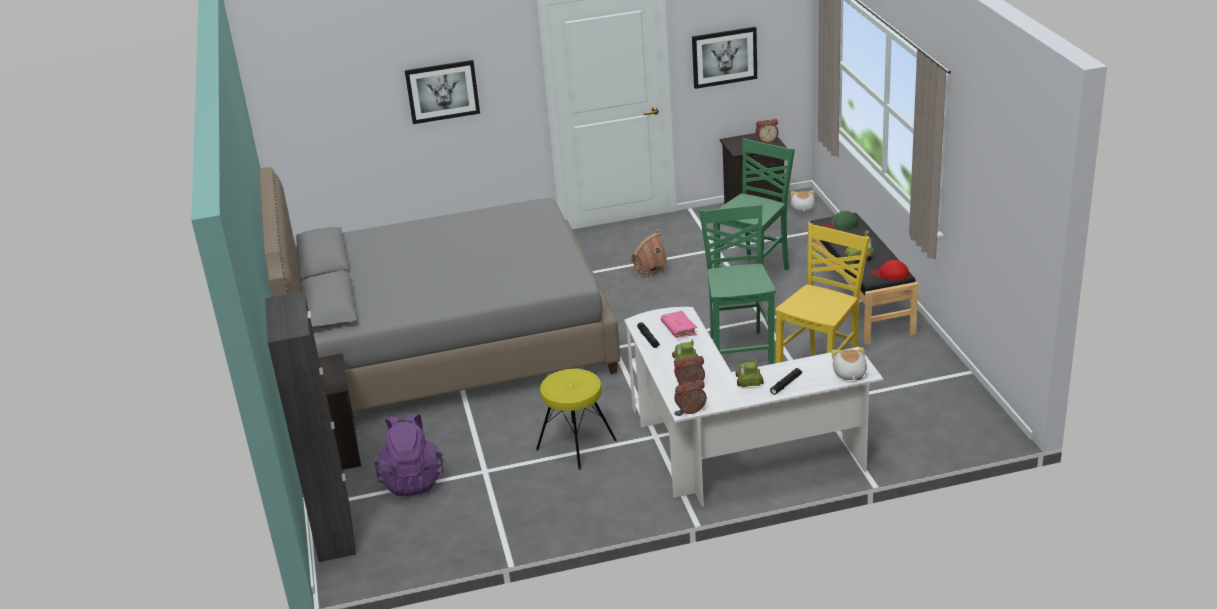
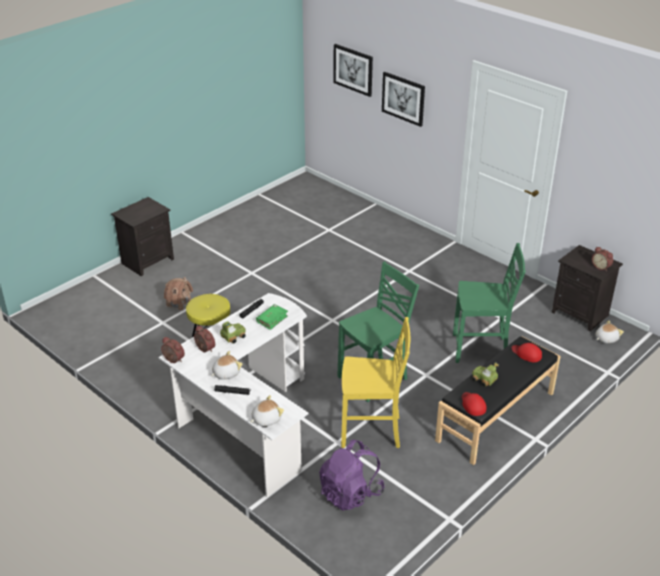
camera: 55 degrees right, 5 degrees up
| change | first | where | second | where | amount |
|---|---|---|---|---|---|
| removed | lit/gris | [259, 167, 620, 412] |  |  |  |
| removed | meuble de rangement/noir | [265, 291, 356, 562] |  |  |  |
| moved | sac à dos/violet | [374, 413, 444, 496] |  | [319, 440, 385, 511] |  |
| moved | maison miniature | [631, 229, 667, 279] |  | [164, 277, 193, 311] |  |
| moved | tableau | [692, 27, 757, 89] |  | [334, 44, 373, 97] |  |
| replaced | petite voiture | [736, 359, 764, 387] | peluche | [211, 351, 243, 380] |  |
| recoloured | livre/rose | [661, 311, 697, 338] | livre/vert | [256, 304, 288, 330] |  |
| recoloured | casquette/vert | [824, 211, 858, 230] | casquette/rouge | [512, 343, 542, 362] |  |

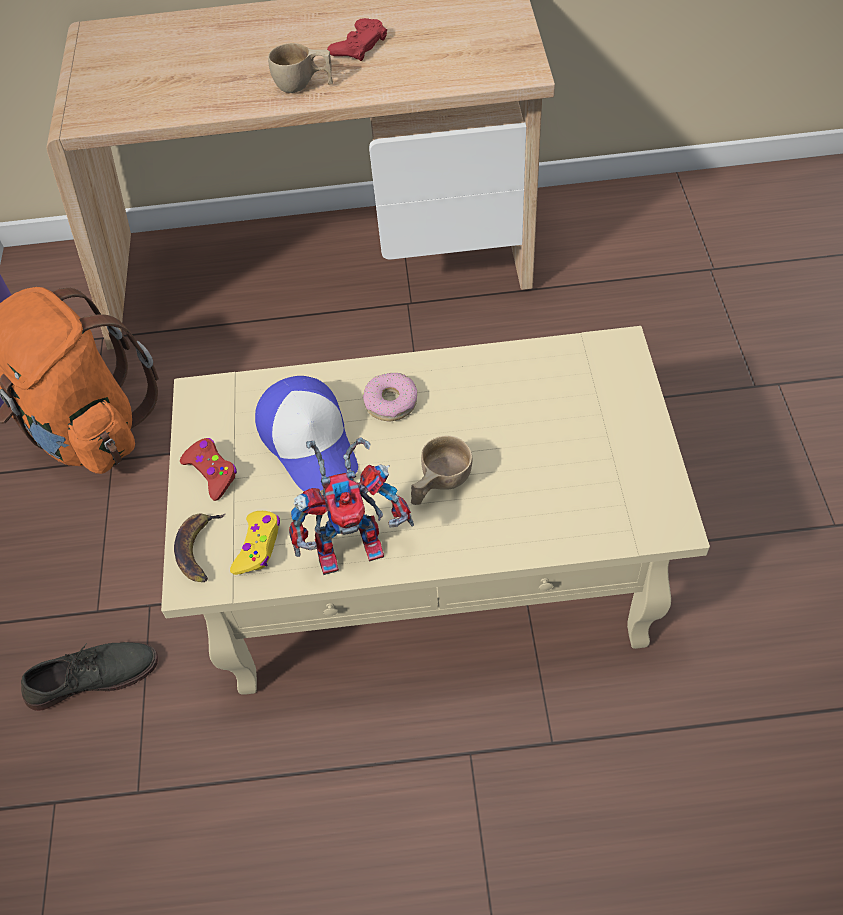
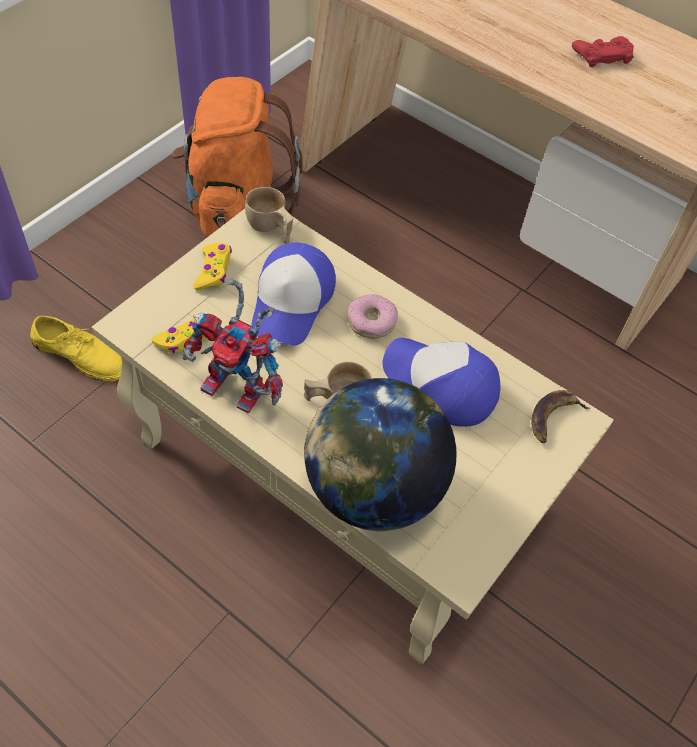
camera: 35 degrees right, 0 degrees up
| change | first | where | second | where | amount |
|---|---|---|---|---|---|
| added |  |  | globe | [304, 378, 457, 531] |  |
| added |  |  | casquette | [382, 338, 500, 427] |  |
| moved | banane | [174, 513, 226, 582] |  | [532, 390, 590, 443] |  |
| moved | tasse/beige | [268, 43, 333, 93] |  | [245, 187, 293, 244] |  |
| recoloured | chaussure/gris | [21, 642, 158, 711] | chaussure/jaune | [30, 316, 122, 381] |  |
| recoloured | manette/rouge | [180, 438, 237, 501] | manette/jaune | [193, 243, 232, 290] |  |

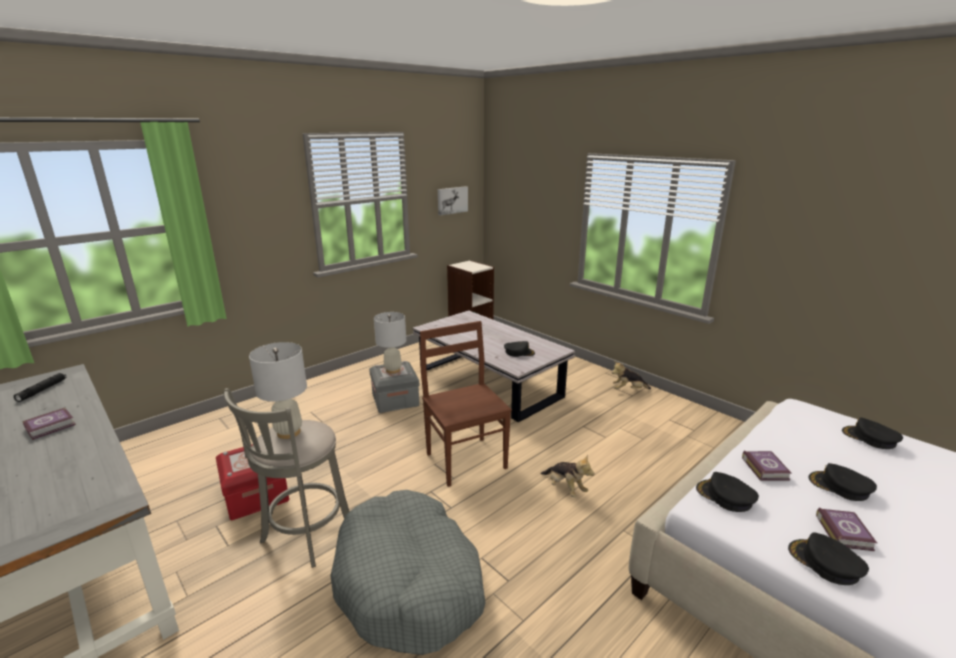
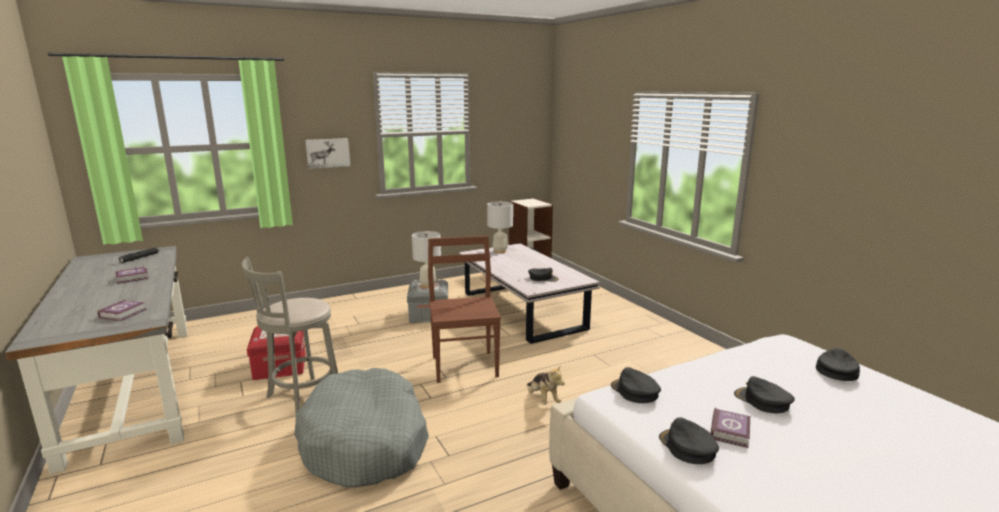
camera: 15 degrees right, 5 degrees down
| change | first | where | second | where | amount |
|---|---|---|---|---|---|
| removed | peluche | [612, 361, 651, 389] |  |  |  |
| moved | lampe de table/blanc | [249, 342, 307, 439] |  | [487, 201, 513, 253] |  |
| moved | tableau | [438, 186, 468, 215] |  | [305, 138, 350, 169] |  |
| moved | livre | [742, 451, 791, 481] |  | [97, 300, 147, 321] |  |
| turned | casquette/noir | [842, 417, 903, 449] |  | [816, 348, 860, 381] | 60 degrees clockwise |

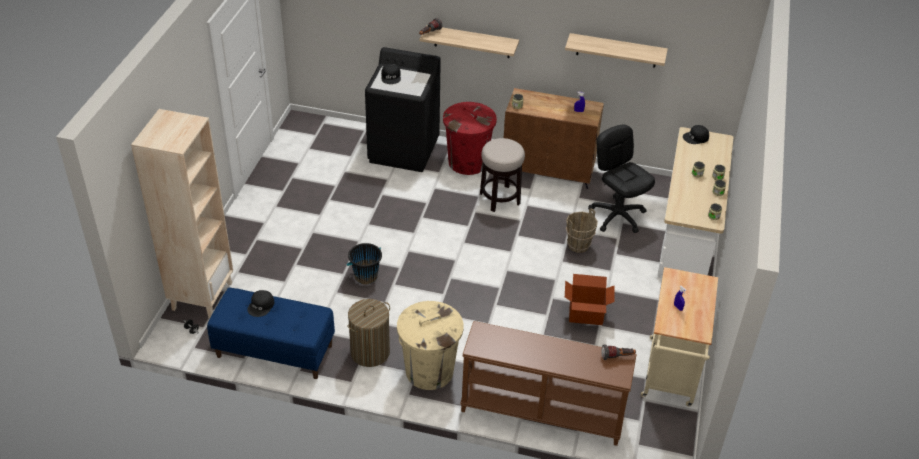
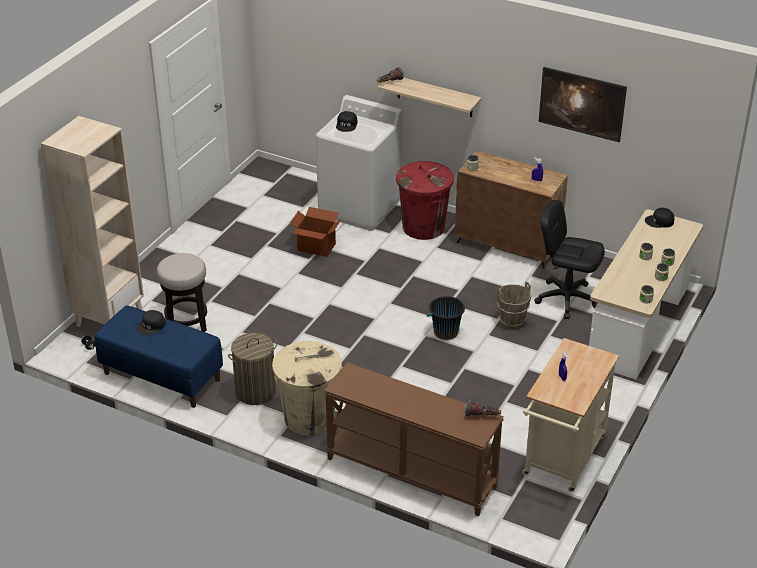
camera: 15 degrees right, 5 degrees down
| change | first | where | second | where | amount |
|---|---|---|---|---|---|
| moved | seau/noir | [347, 243, 382, 284] |  | [427, 296, 465, 340] |  |
| moved | tabouret | [480, 138, 525, 212] |  | [156, 253, 207, 332] |  |
| moved | carton | [565, 274, 615, 325] |  | [290, 207, 342, 257] |  |
| replaced | étagère | [565, 33, 668, 68] | tableau | [539, 67, 627, 142] |  |
| recoloured | lave-linge/noir | [365, 47, 441, 172] | lave-linge/blanc | [316, 95, 402, 231] |  |
| turned | chaise de bureau/noir | [588, 124, 655, 233] |  | [534, 200, 605, 319] | 45 degrees counterclockwise |

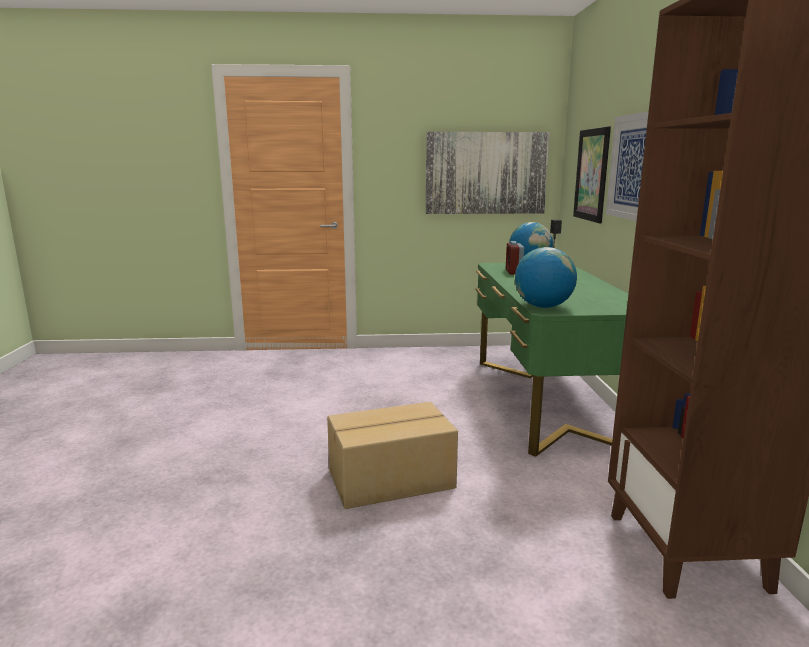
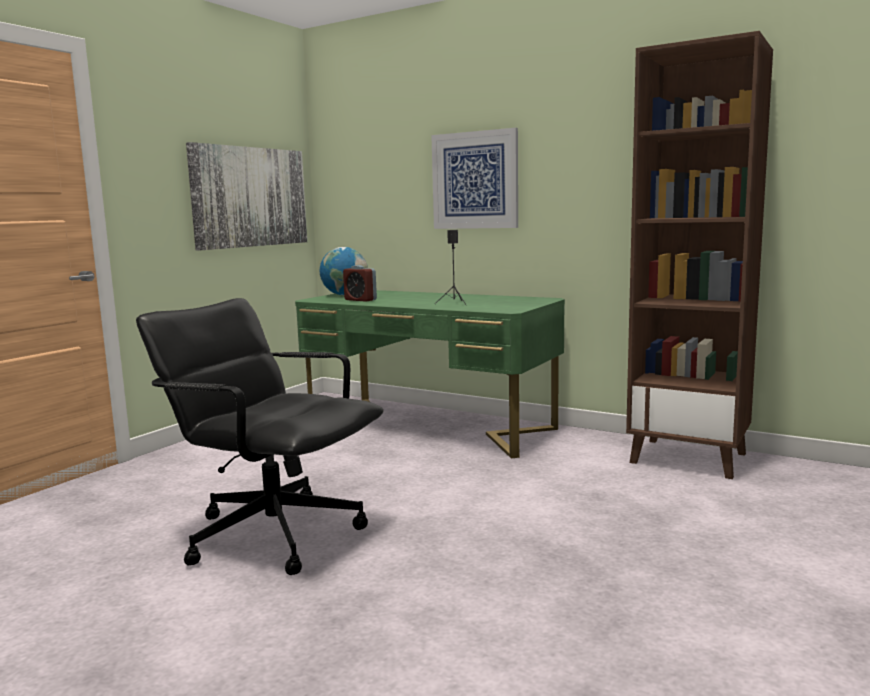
camera: 55 degrees left, 5 degrees down
| change | first | where | second | where | amount |
|---|---|---|---|---|---|
| removed | carton | [327, 402, 458, 509] |  |  |  |
| removed | globe | [515, 247, 577, 308] |  |  |  |
| removed | tableau | [573, 126, 611, 223] |  |  |  |
| added |  |  | chaise de bureau/noir | [136, 298, 384, 575] |  |

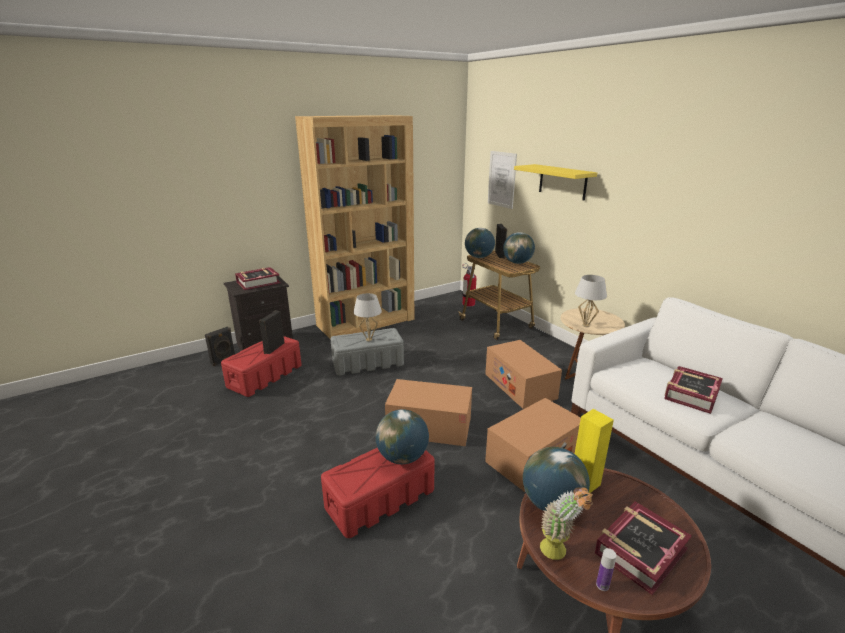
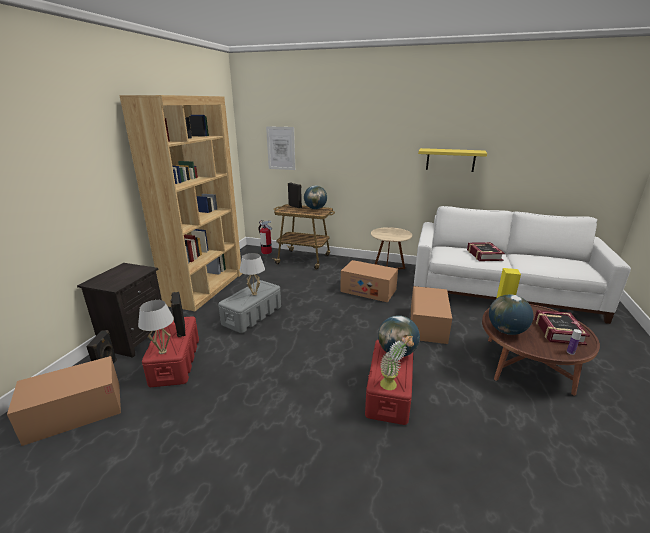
camera: 40 degrees left, 0 degrees up
| change | first | where | second | where | amount |
|---|---|---|---|---|---|
| removed | livre | [235, 267, 280, 290] |  |  |  |
| removed | globe | [465, 228, 495, 258] |  |  |  |
| moved | carton | [385, 379, 472, 446] |  | [7, 356, 121, 446] |  |
| moved | étagère/jaune | [514, 164, 597, 200] |  | [418, 148, 487, 172] |  |
| moved | plante en pot | [540, 487, 593, 560] |  | [380, 335, 414, 390] |  |
| moved | lampe de table/blanc | [575, 275, 607, 327] |  | [138, 300, 174, 354] |  |

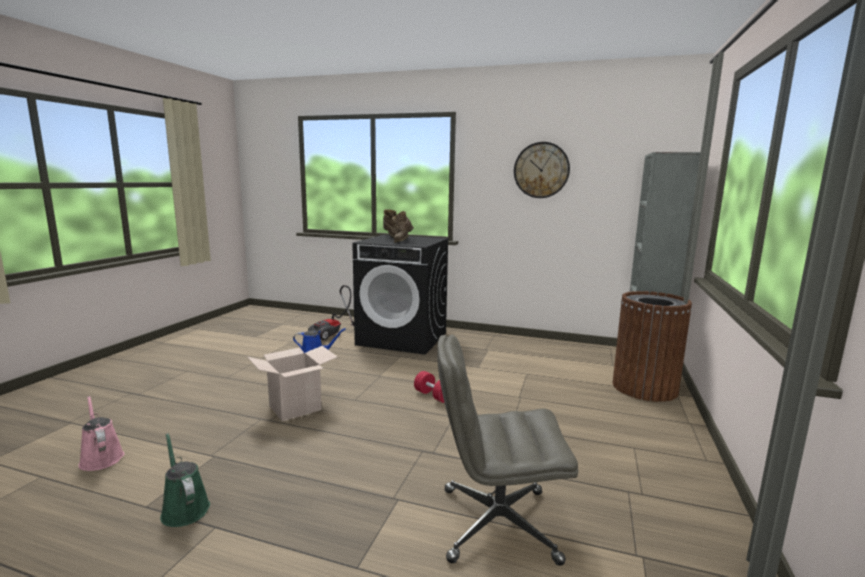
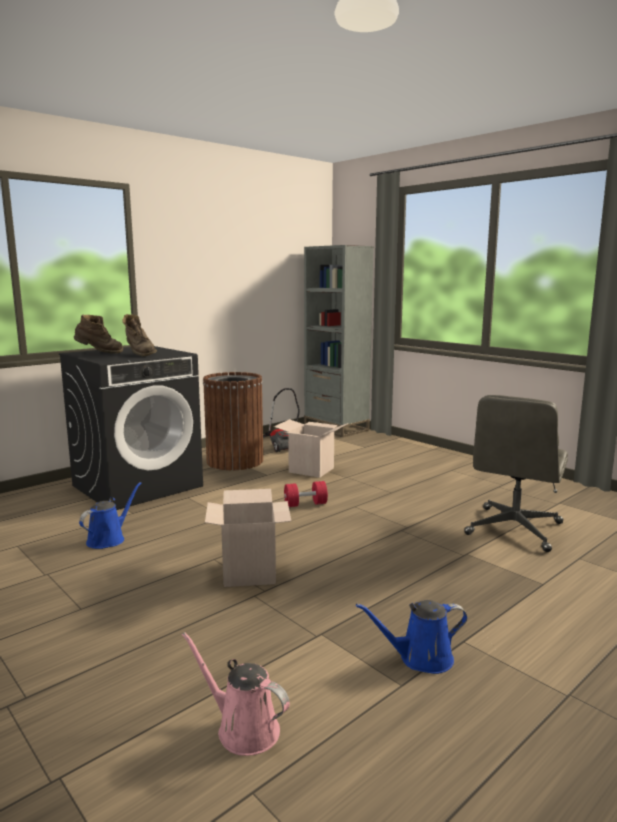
camera: 60 degrees left, 0 degrees up
| change | first | where | second | where | amount |
|---|---|---|---|---|---|
| removed | horloge murale | [514, 142, 570, 198] |  |  |  |
| added |  |  | carton | [274, 419, 348, 478] |  |
| moved | aspirateur | [308, 285, 354, 340] |  | [263, 388, 300, 452] |  |
| moved | poubelle/marron | [613, 291, 692, 402] |  | [203, 372, 263, 470] |  |
| recoloured | arrosoir/vert | [160, 433, 210, 527] | arrosoir/bleu | [356, 600, 468, 674] |  |
| turned | arrosoir/rose | [78, 396, 125, 471] |  | [182, 632, 290, 756] | 45 degrees clockwise |

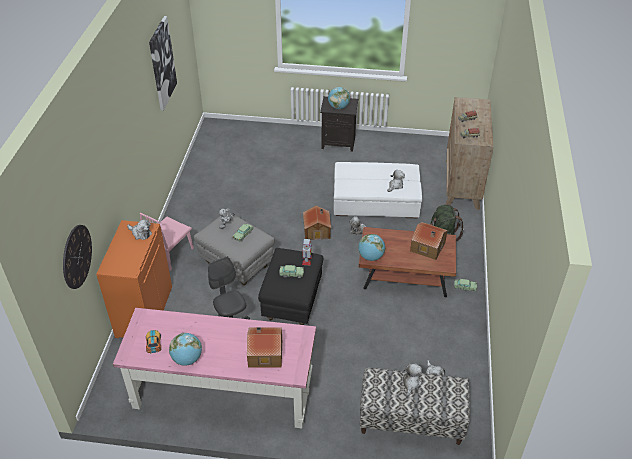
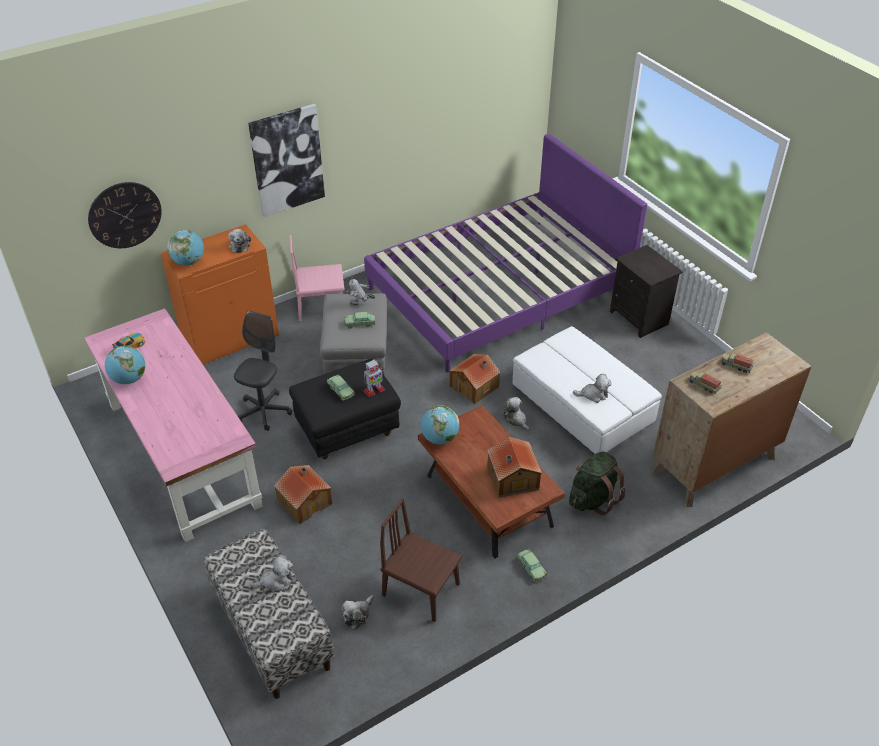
camera: 50 degrees right, 0 degrees up
| change | first | where | second | where | amount |
|---|---|---|---|---|---|
| added |  |  | lit/violet | [364, 134, 647, 372] |  |
| added |  |  | chaise/marron | [380, 498, 462, 622] |  |
| moved | tableau | [149, 16, 177, 111] |  | [248, 104, 325, 217] |  |
| moved | maison miniature | [247, 327, 282, 368] |  | [274, 465, 332, 524] |  |
| moved | globe | [328, 87, 350, 109] |  | [167, 230, 204, 266] |  |

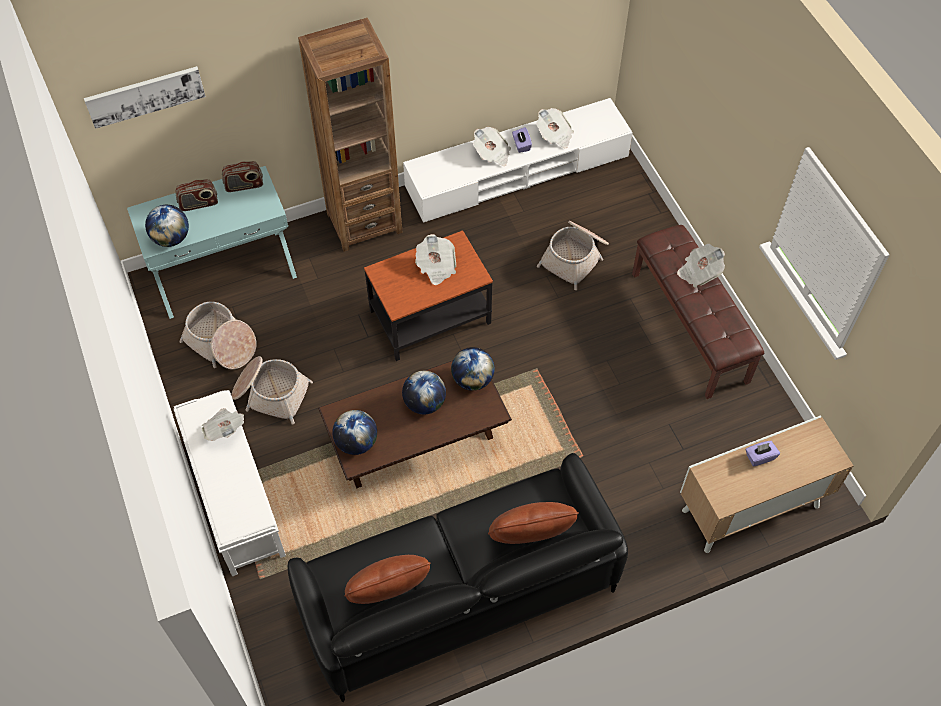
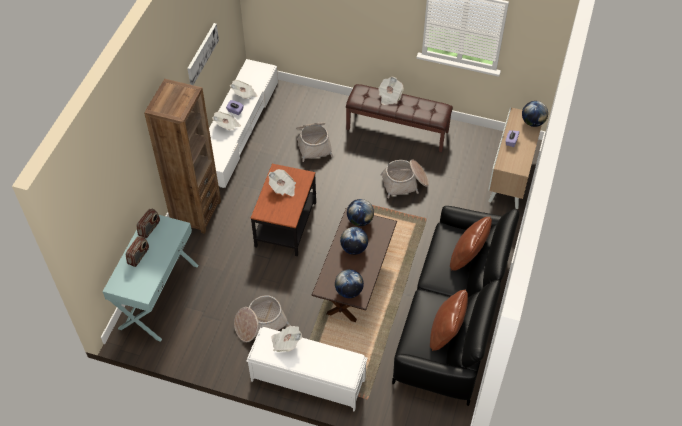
camera: 50 degrees left, 5 degrees down
| change | first | where | second | where | amount |
|---|---|---|---|---|---|
| moved | tableau | [84, 66, 206, 129] |  | [187, 23, 219, 85] |  |
| moved | globe | [145, 205, 189, 247] |  | [522, 101, 548, 127] |  |
| moved | panier | [180, 302, 257, 370] |  | [380, 159, 429, 198] |  |

